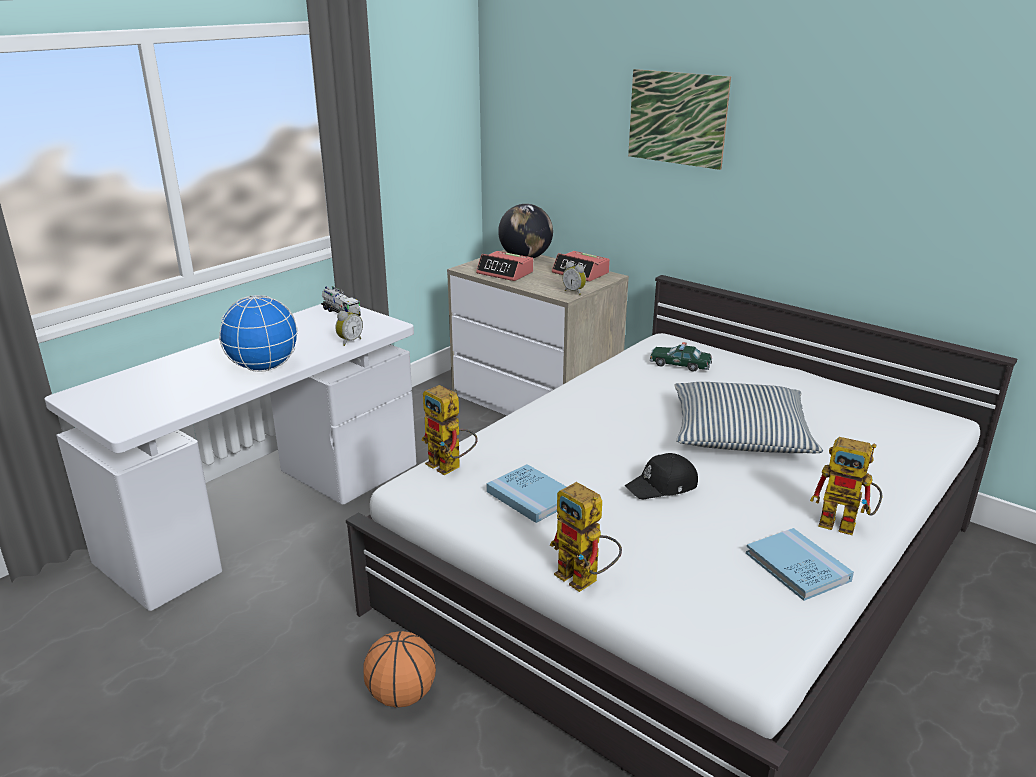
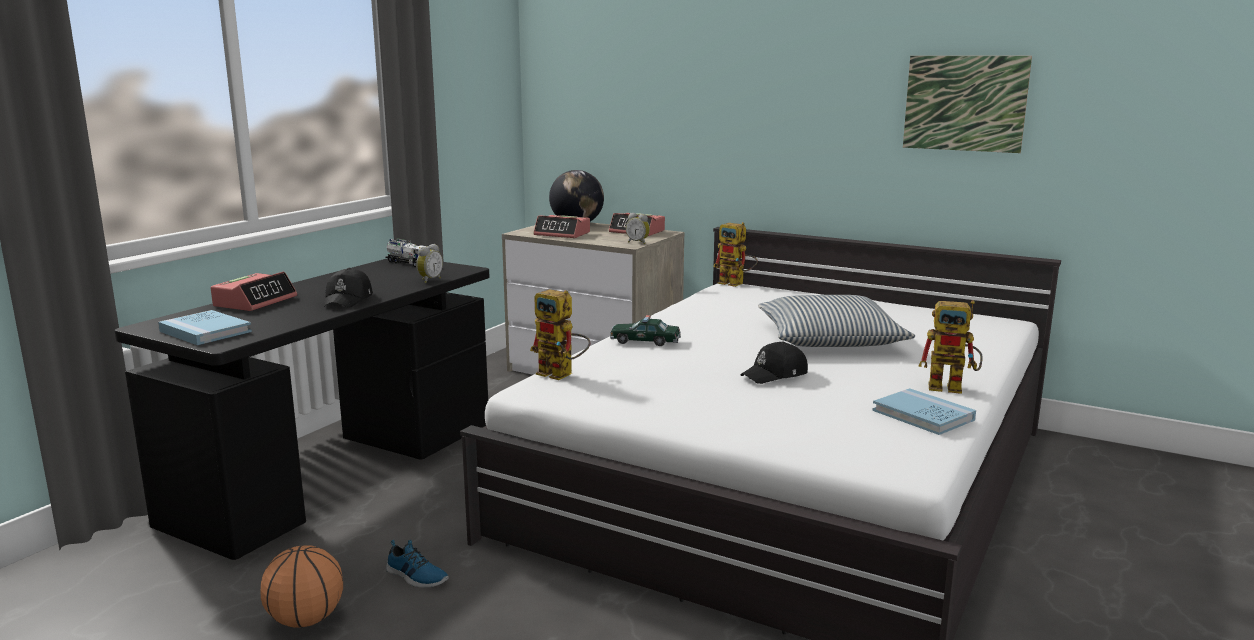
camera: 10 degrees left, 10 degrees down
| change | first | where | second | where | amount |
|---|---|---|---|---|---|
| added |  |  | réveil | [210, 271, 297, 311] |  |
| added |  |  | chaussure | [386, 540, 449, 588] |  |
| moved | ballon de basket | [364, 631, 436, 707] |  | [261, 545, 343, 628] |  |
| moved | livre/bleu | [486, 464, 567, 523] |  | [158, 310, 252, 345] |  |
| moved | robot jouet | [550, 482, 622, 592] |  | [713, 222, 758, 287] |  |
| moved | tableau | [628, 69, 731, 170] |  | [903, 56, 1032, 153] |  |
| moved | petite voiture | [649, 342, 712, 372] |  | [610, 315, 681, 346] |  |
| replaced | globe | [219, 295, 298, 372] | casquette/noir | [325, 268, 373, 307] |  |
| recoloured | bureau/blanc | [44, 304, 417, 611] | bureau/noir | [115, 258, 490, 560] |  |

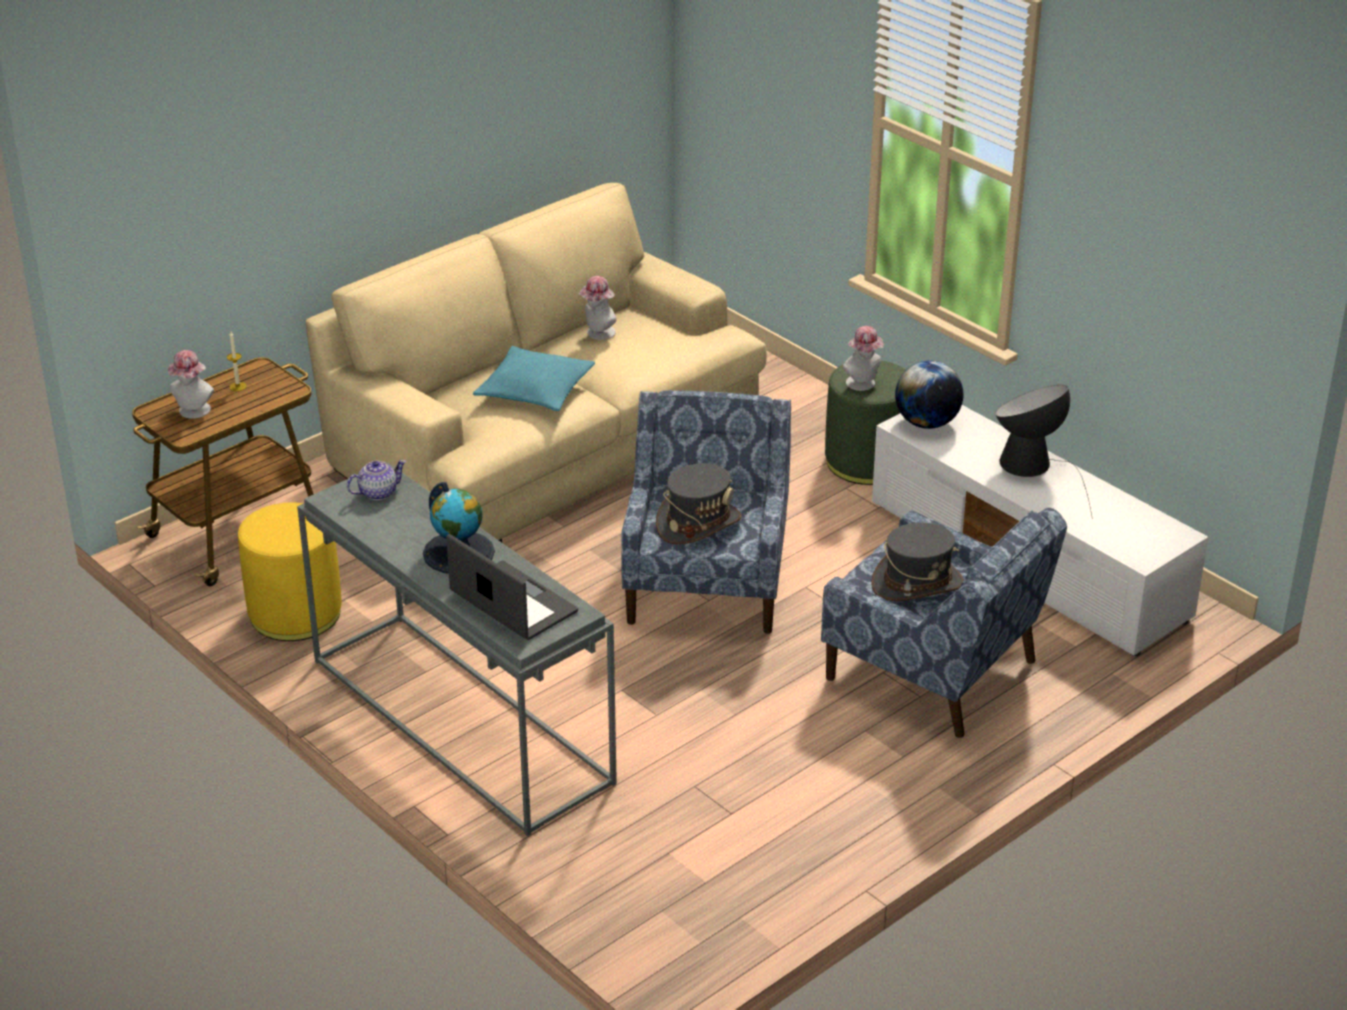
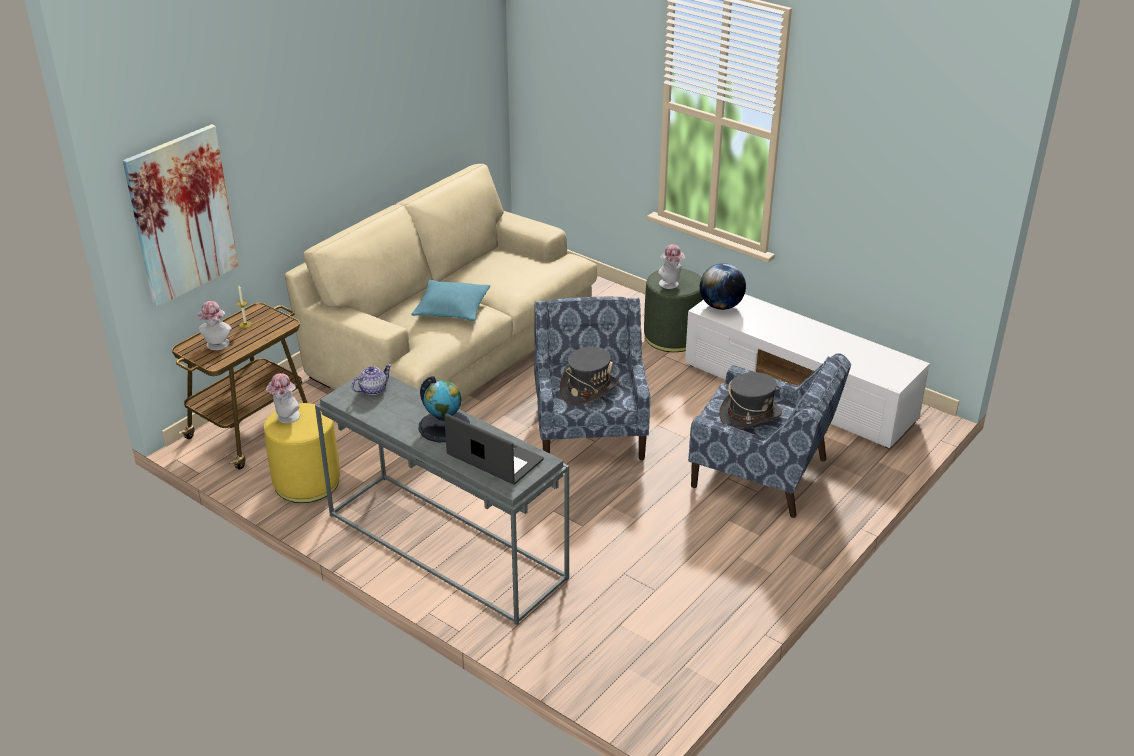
camera: 10 degrees left, 0 degrees up
| change | first | where | second | where | amount |
|---|---|---|---|---|---|
| removed | lampe de table | [995, 385, 1093, 519] |  |  |  |
| added |  |  | tableau | [123, 124, 239, 307] |  |
| moved | chapeau | [578, 276, 617, 340] |  | [265, 373, 300, 423] |  |

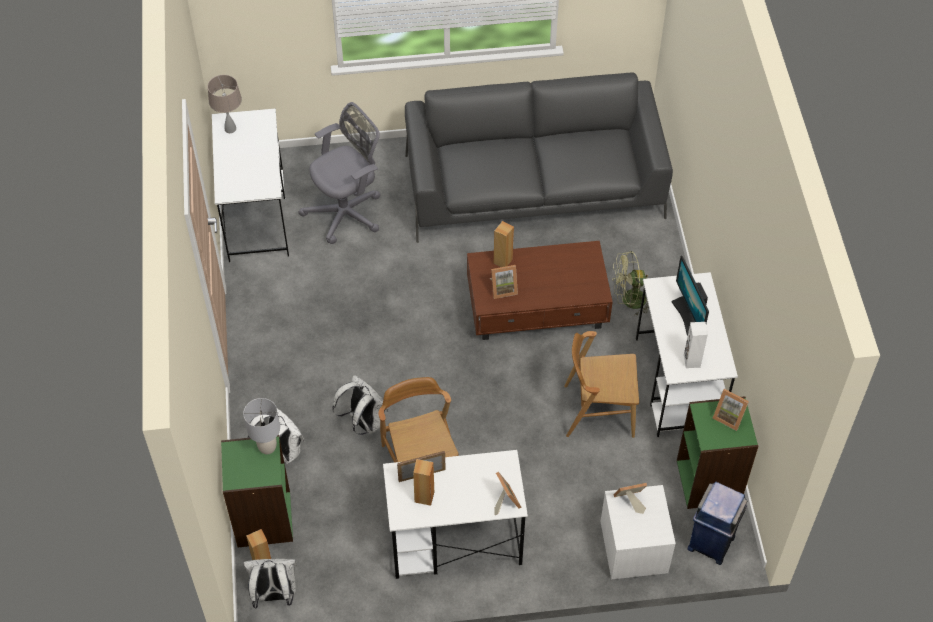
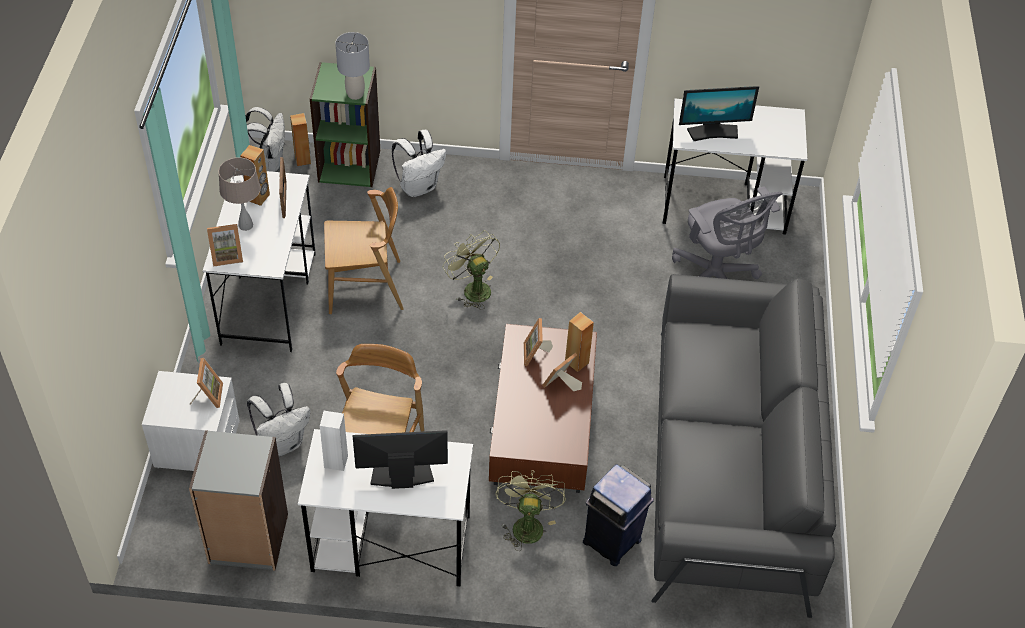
camera: 100 degrees right, 5 degrees down
| change | first | where | second | where | amount |
|---|---|---|---|---|---|
| added |  |  | ventilateur/vert | [443, 230, 500, 310] |  |
| added |  |  | écran d'ordinateur | [679, 86, 759, 141] |  |
| moved | lampe de table/beige | [208, 75, 242, 133] |  | [218, 157, 261, 231] |  |
| moved | sac à dos/blanc | [332, 375, 388, 435] |  | [247, 383, 310, 457] |  |
| moved | poubelle/bleu | [687, 482, 747, 565] |  | [582, 464, 654, 566] |  |
| moved | cadre photo | [713, 389, 749, 431] |  | [542, 353, 582, 391] |  |
| recoloured | bibliothèque/vert | [677, 396, 758, 509] | bibliothèque/gris | [189, 430, 288, 570] |  |

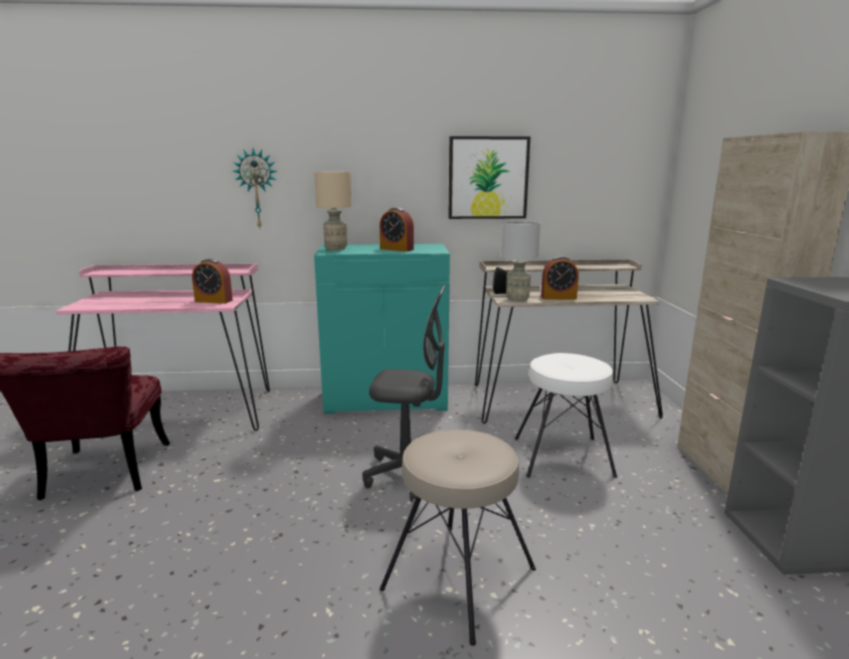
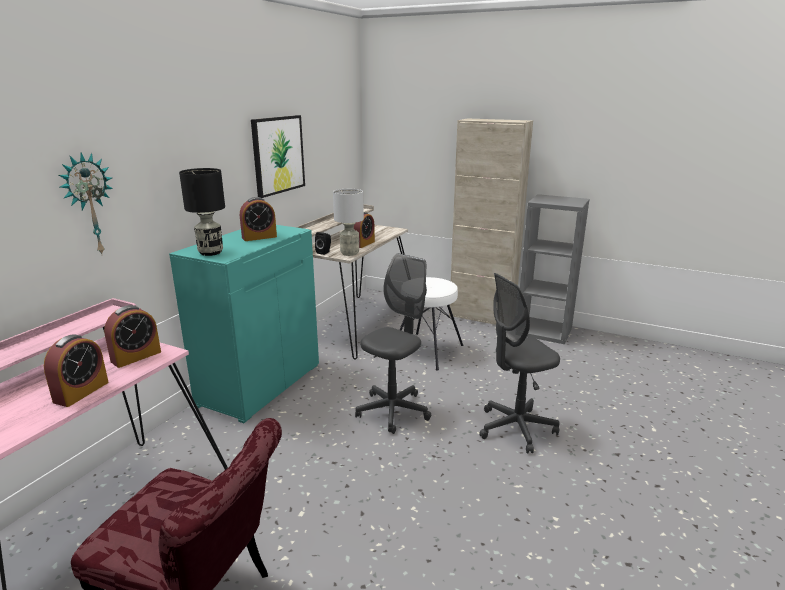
camera: 60 degrees left, 5 degrees up
| change | first | where | second | where | amount |
|---|---|---|---|---|---|
| added |  |  | réveil | [44, 335, 109, 407] |  |
| replaced | tabouret/beige | [380, 430, 536, 646] | chaise de bureau/gris | [479, 273, 560, 453] |  |
| recoloured | lampe de table/beige | [314, 172, 352, 250] | lampe de table/noir | [179, 168, 225, 256] |  |

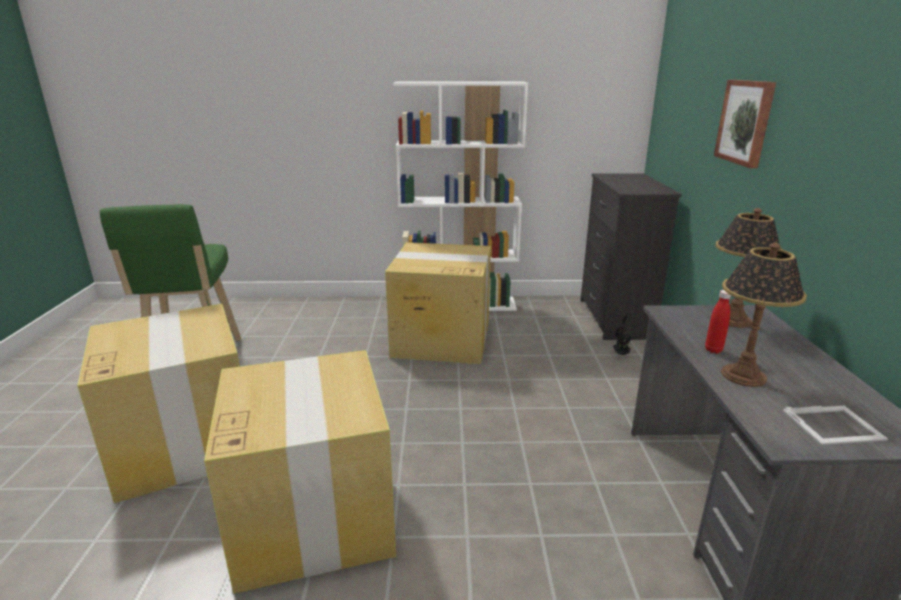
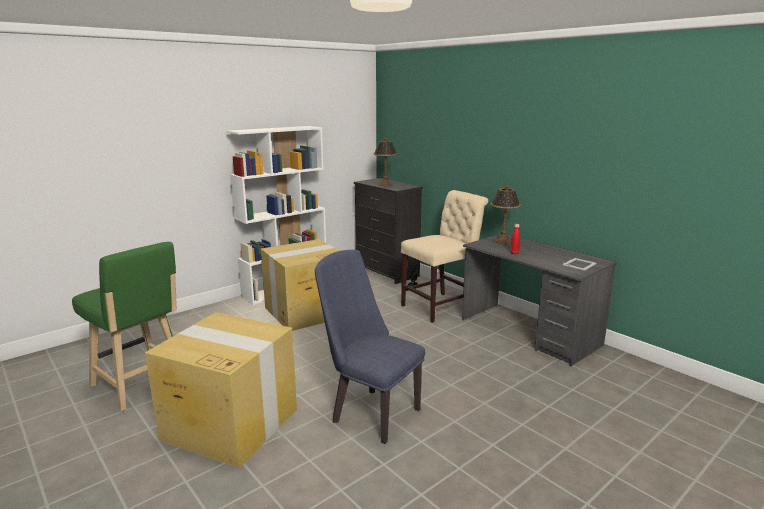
camera: 40 degrees left, 5 degrees down
| change | first | where | second | where | amount |
|---|---|---|---|---|---|
| removed | tableau | [714, 80, 776, 168] |  |  |  |
| added |  |  | chaise/beige | [401, 190, 488, 323] |  |
| moved | lampe de table | [721, 242, 807, 387] |  | [373, 138, 397, 186] |  |
| replaced | carton | [204, 350, 396, 594] | chaise/bleu | [315, 250, 425, 444] |  |

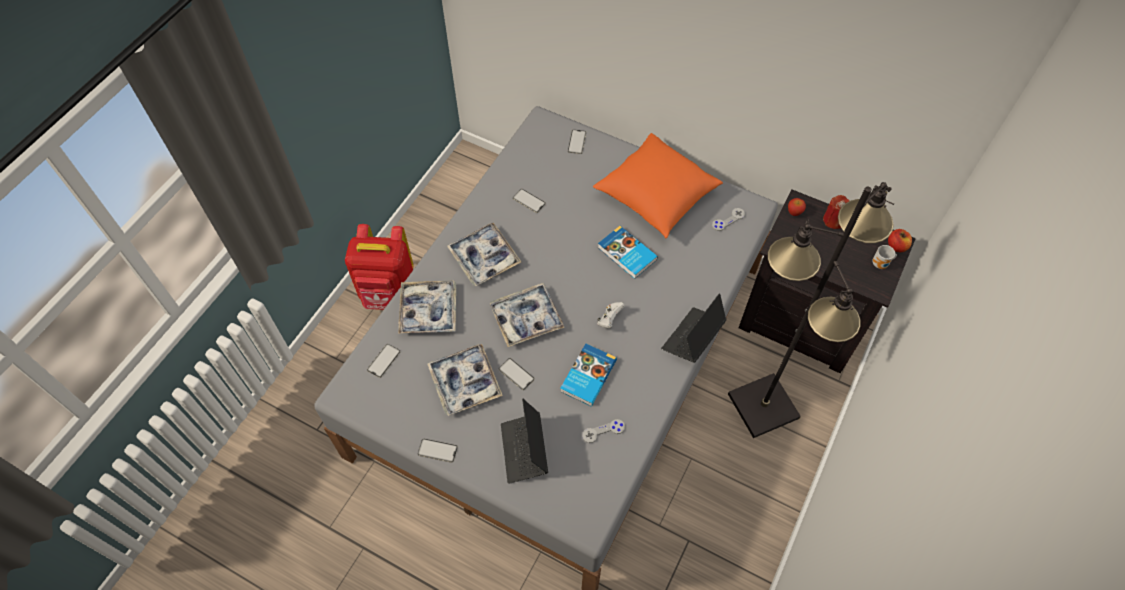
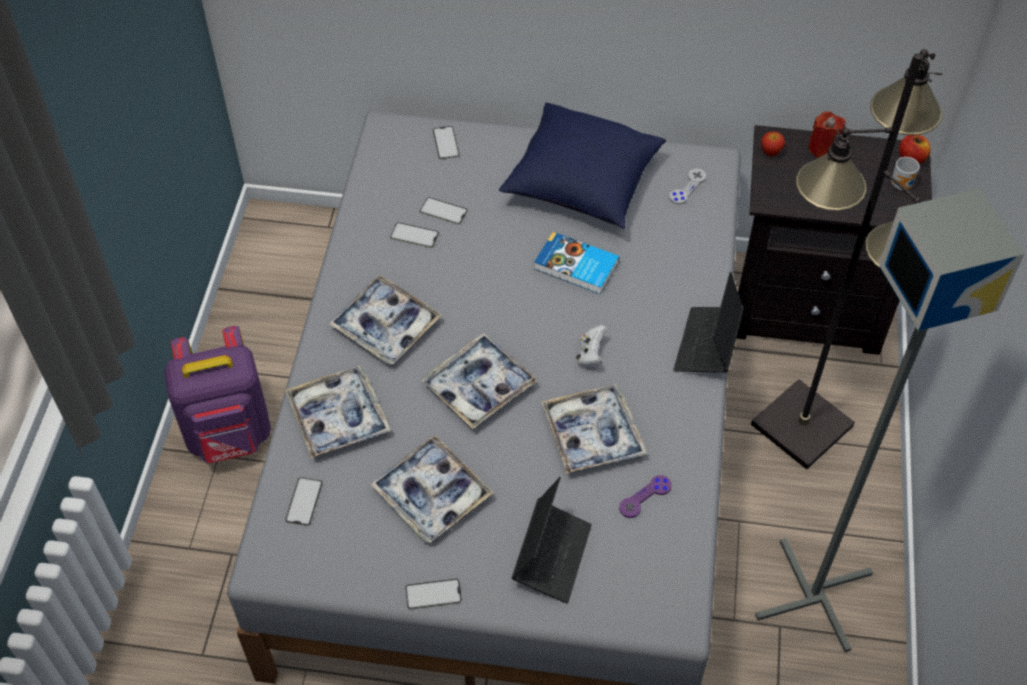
camera: 20 degrees left, 5 degrees down
| change | first | where | second | where | amount |
|---|---|---|---|---|---|
| added |  |  | lampadaire/gris | [755, 188, 1025, 653] |  |
| moved | téléphone | [498, 358, 535, 390] |  | [420, 197, 468, 225] |  |
| replaced | livre | [560, 344, 617, 406] | plateau | [541, 384, 647, 474] |  |
| recoloured | sac à dos/rouge | [345, 224, 413, 310] | sac à dos/violet | [164, 326, 271, 463] |  |
| recoloured | manette/gris | [582, 419, 625, 443] | manette/violet | [619, 475, 672, 518] |  |
| recoloured | coussin/orange | [593, 133, 723, 238] | coussin/bleu | [499, 103, 666, 229] |  |
| turned | ordinateur portable | [501, 399, 548, 484] |  | [512, 477, 592, 603] | 135 degrees counterclockwise |

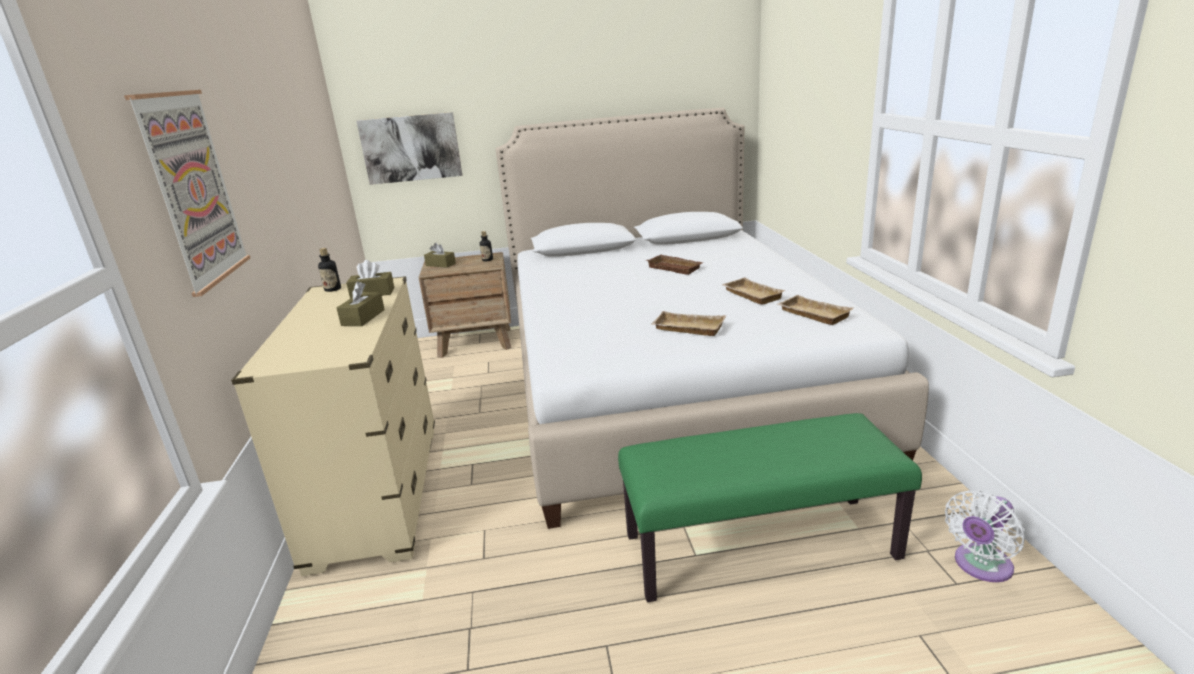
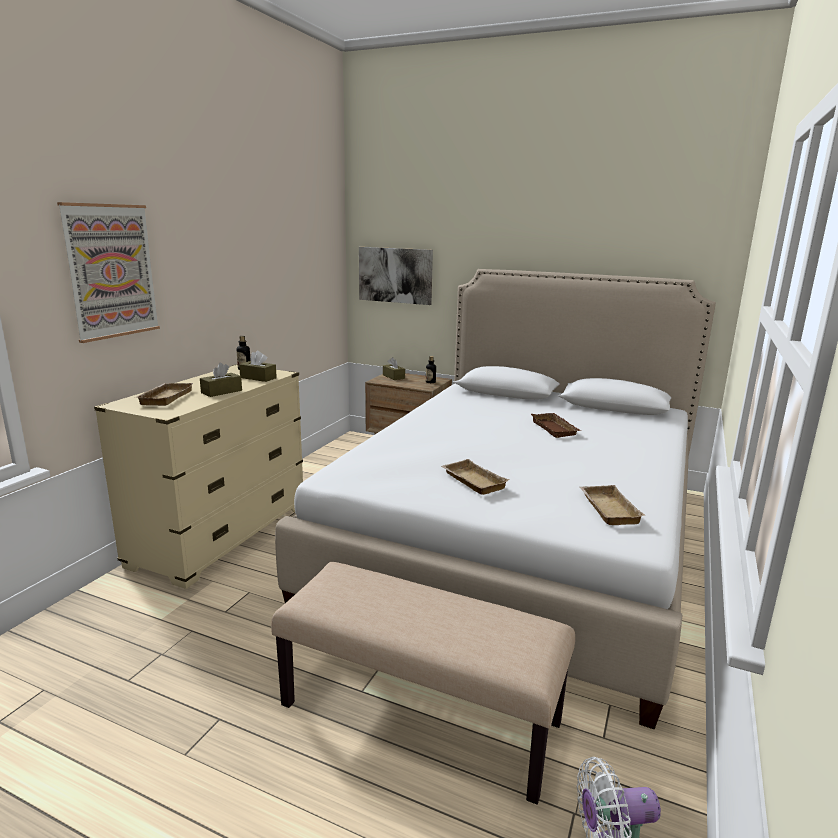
camera: 30 degrees right, 5 degrees down
| change | first | where | second | where | amount |
|---|---|---|---|---|---|
| moved | plateau/beige | [722, 278, 786, 305] |  | [134, 383, 193, 406] |  |
| recoloured | banc/vert | [618, 413, 922, 603] | banc/beige | [271, 562, 575, 805] |  |

